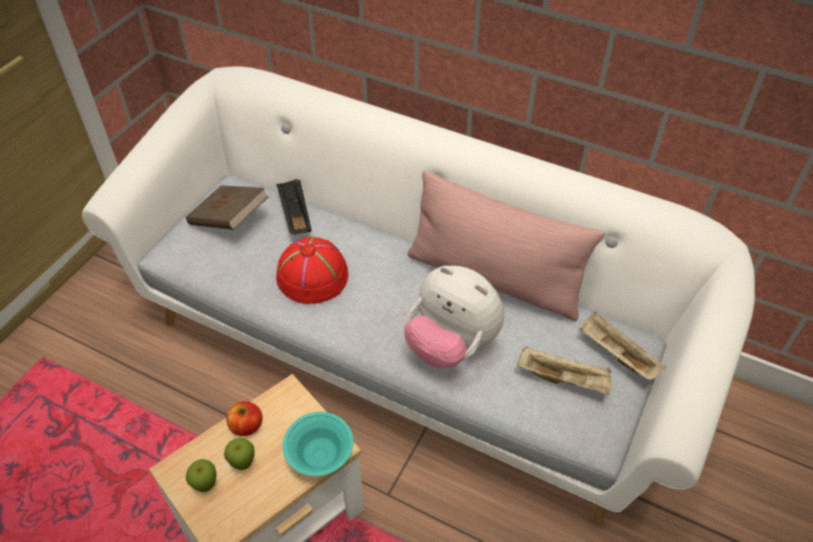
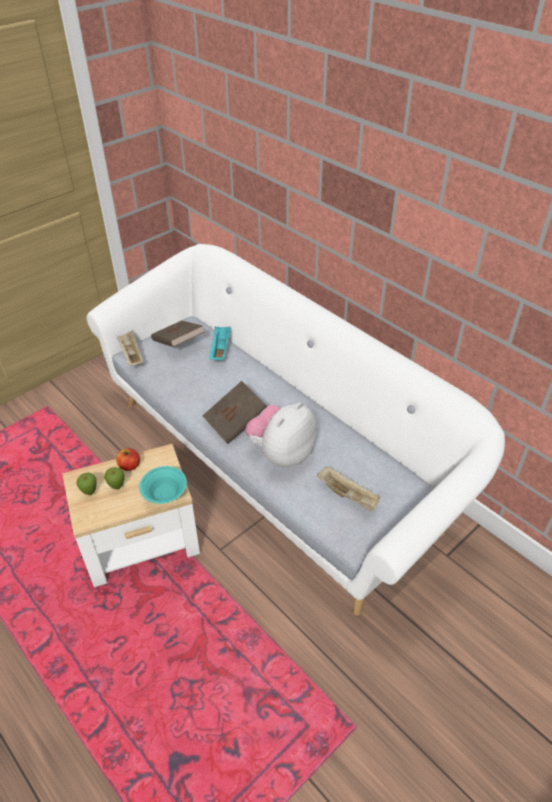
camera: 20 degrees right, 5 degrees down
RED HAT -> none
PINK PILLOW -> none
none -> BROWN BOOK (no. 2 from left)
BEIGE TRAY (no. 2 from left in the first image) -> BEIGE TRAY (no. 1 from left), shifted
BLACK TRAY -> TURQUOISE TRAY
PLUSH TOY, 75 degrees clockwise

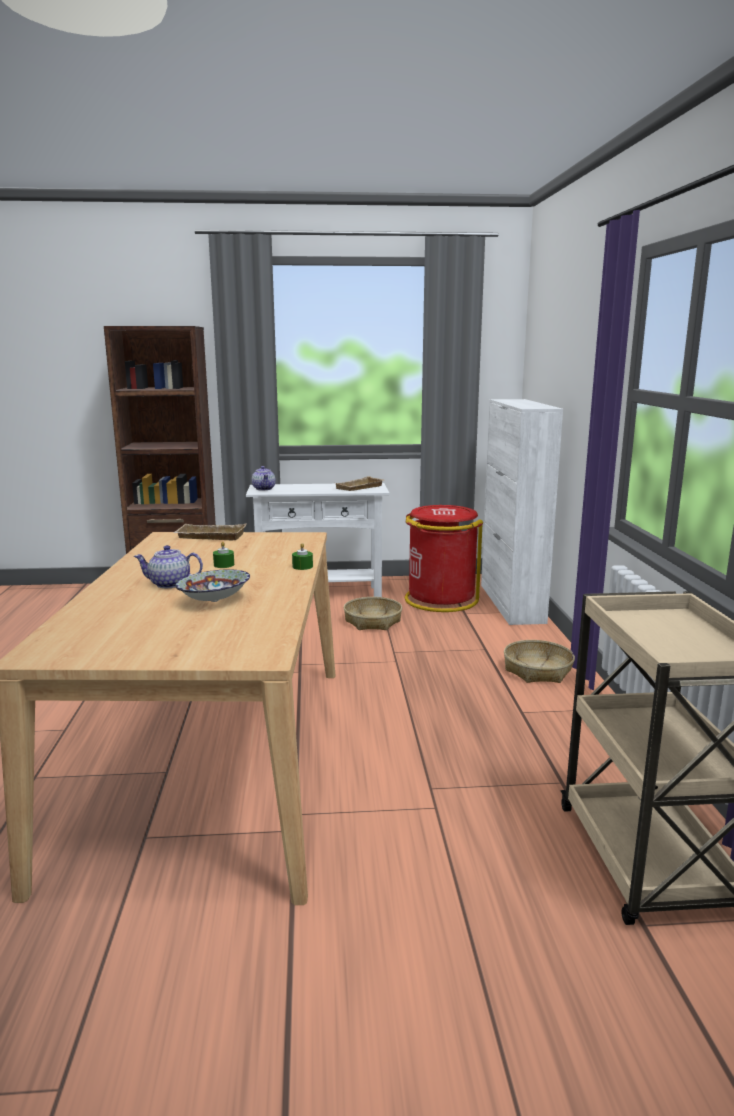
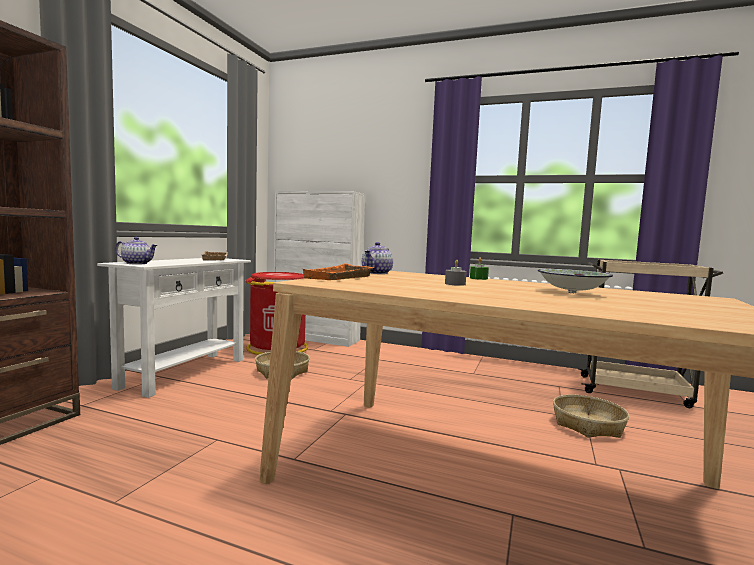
camera: 65 degrees left, 10 degrees down
TEAPOT (no. 1 from left in the first image) -> TEAPOT (no. 2 from left), shifted
BASKET (no. 2 from left), shifted
BEIGE TRAY (no. 1 from left) -> ORANGE TRAY
GREEN CANDLE (no. 1 from left) -> GREY CANDLE

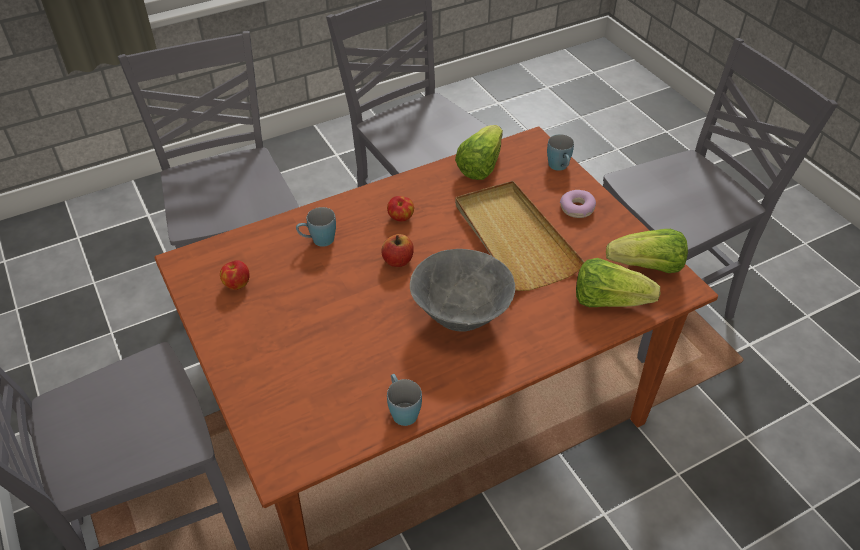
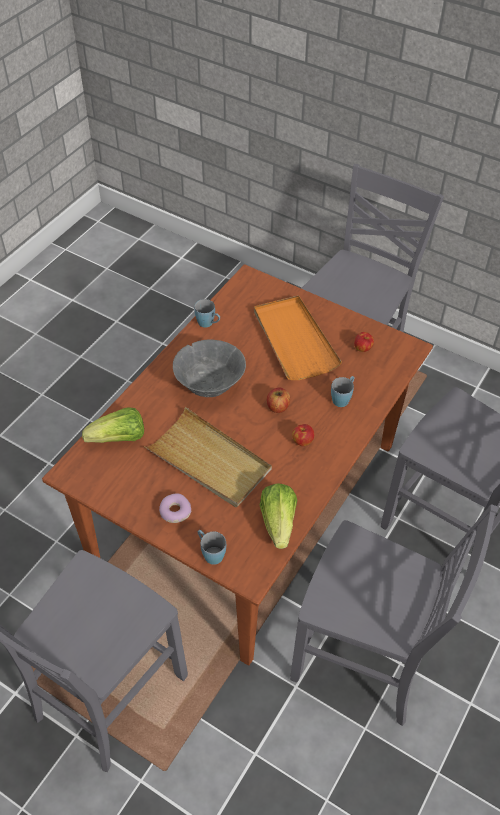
camera: 150 degrees right, 5 degrees up
LETTUCE (no. 3 from left) -> none
none -> ORANGE TRAY

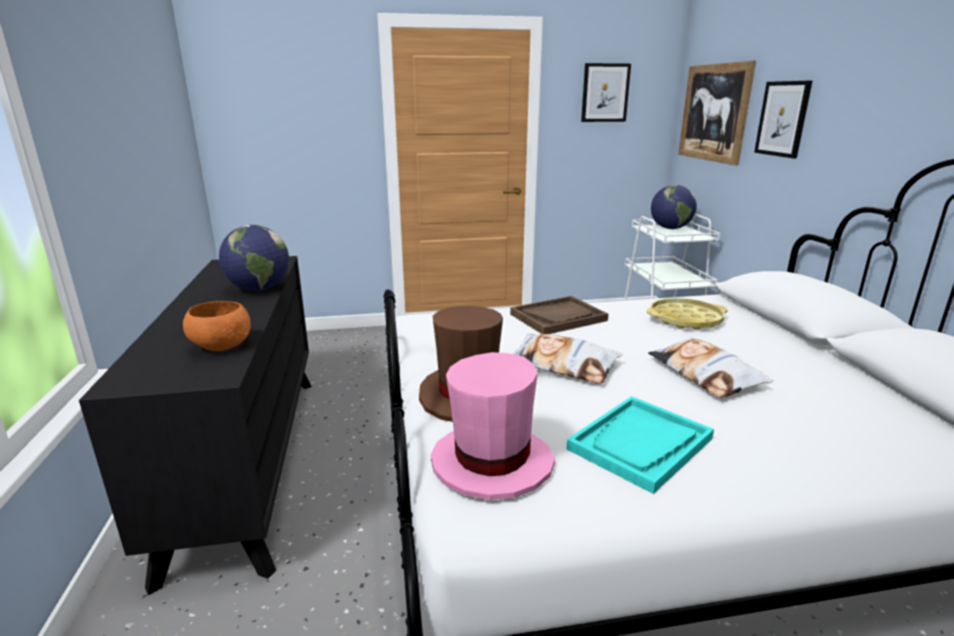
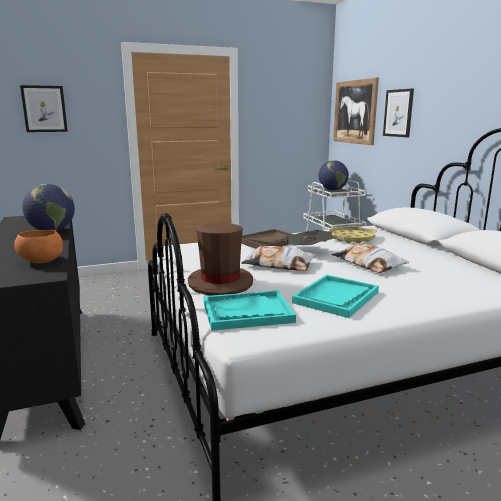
camera: 10 degrees left, 5 degrees down
none -> NEWSPAPER
PICTURE (no. 1 from left), shifted
PINK HAT -> TURQUOISE TRAY (no. 1 from left)

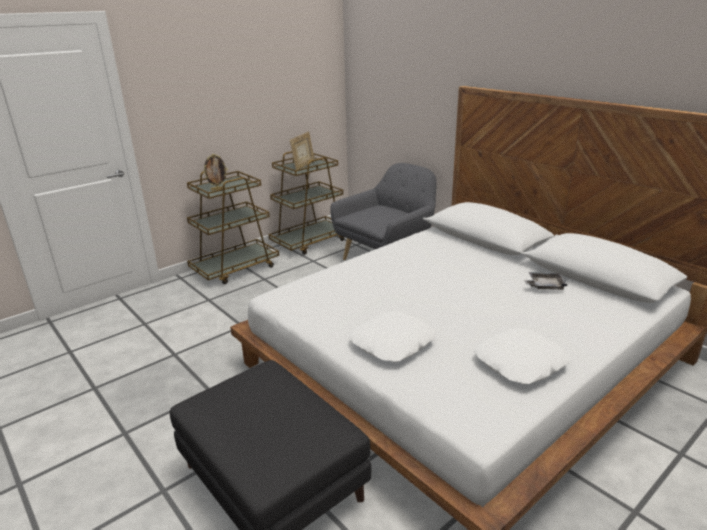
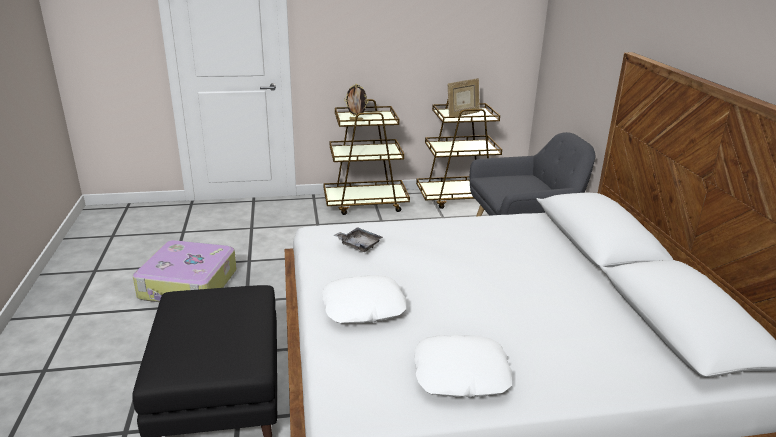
camera: 30 degrees right, 0 degrees up
none -> SUITCASE
GREY TRAY, shifted

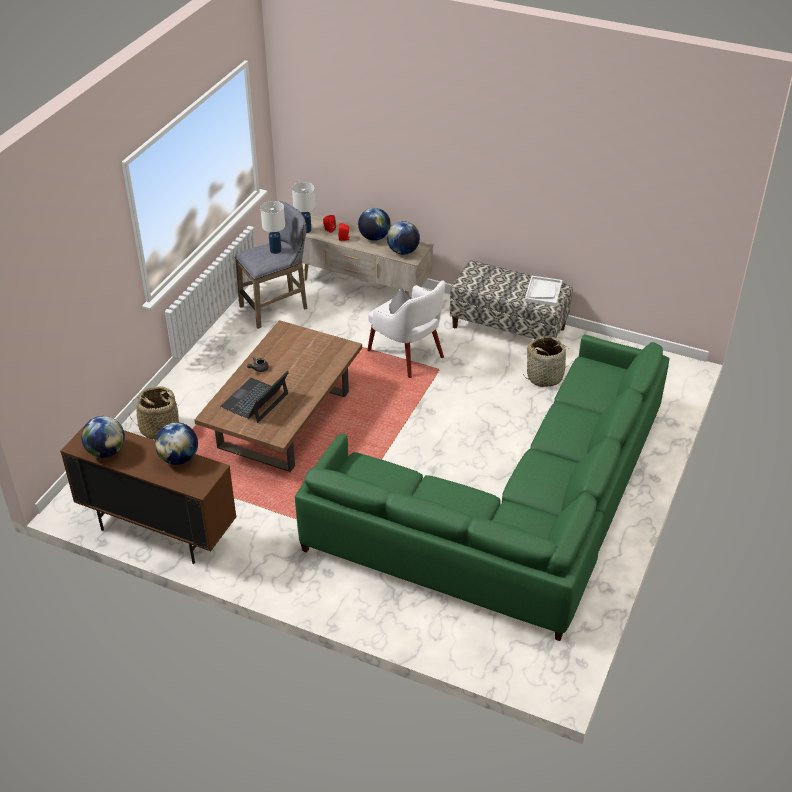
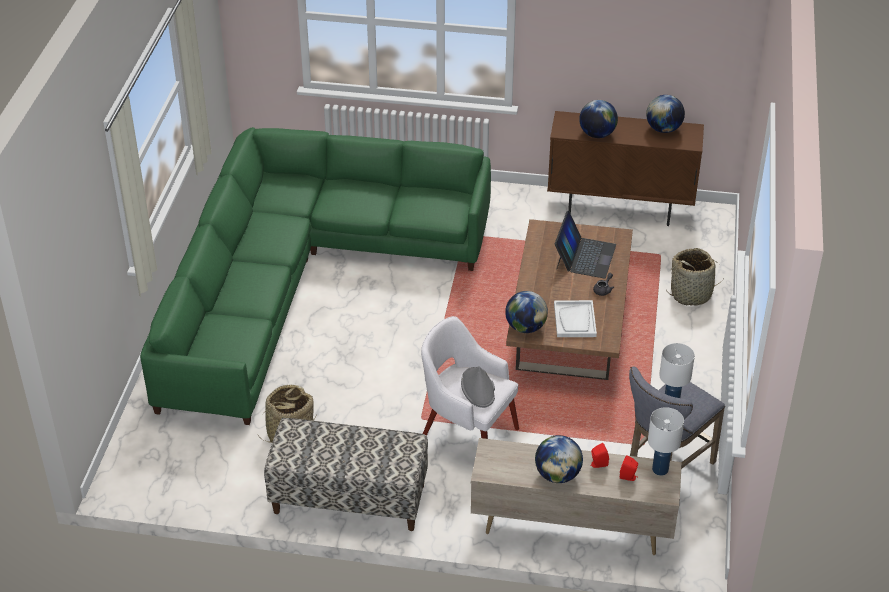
camera: 165 degrees right, 0 degrees up
GLOBE (no. 4 from left in the first image) -> GLOBE (no. 1 from left), shifted
WHITE TRAY, shifted

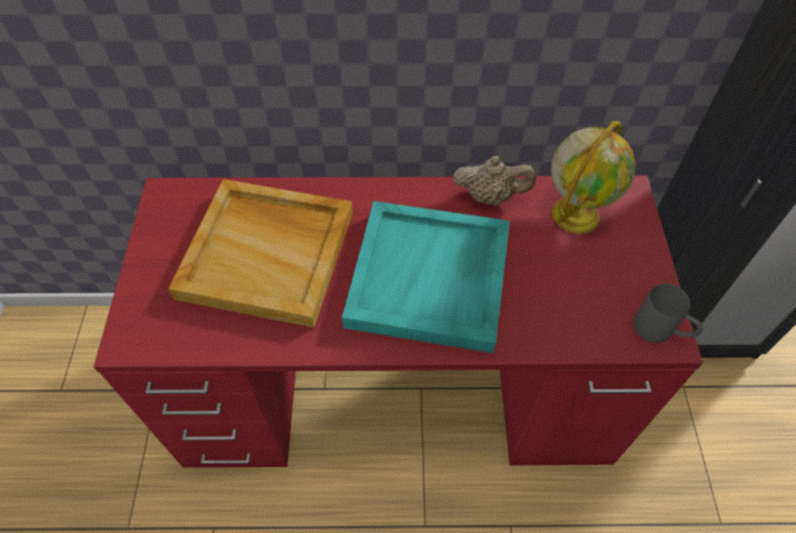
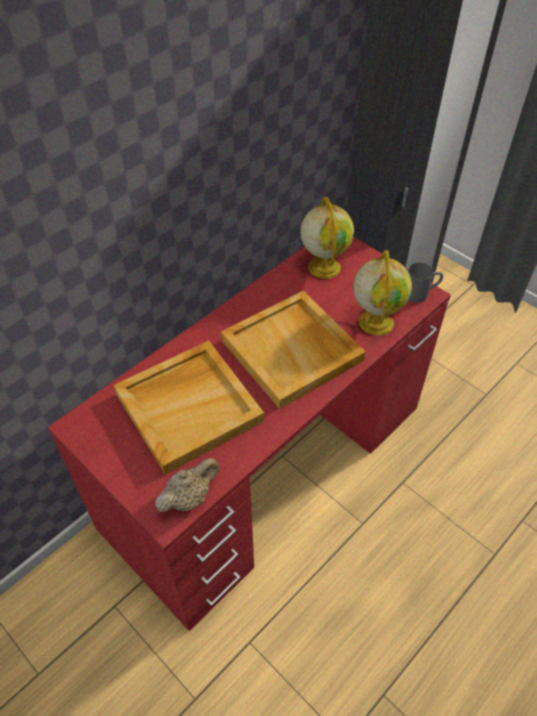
camera: 45 degrees left, 5 degrees down
none -> GLOBE (no. 2 from left)
BEIGE TEAPOT, shifted
TURQUOISE TRAY -> BEIGE TRAY (no. 2 from left)

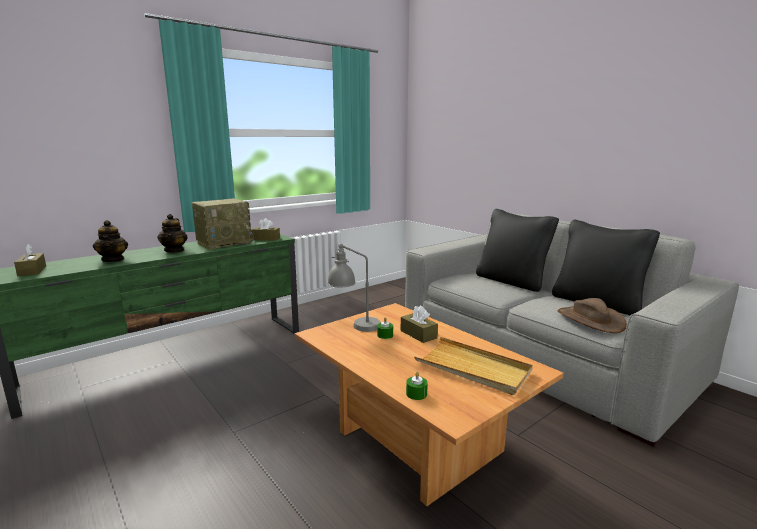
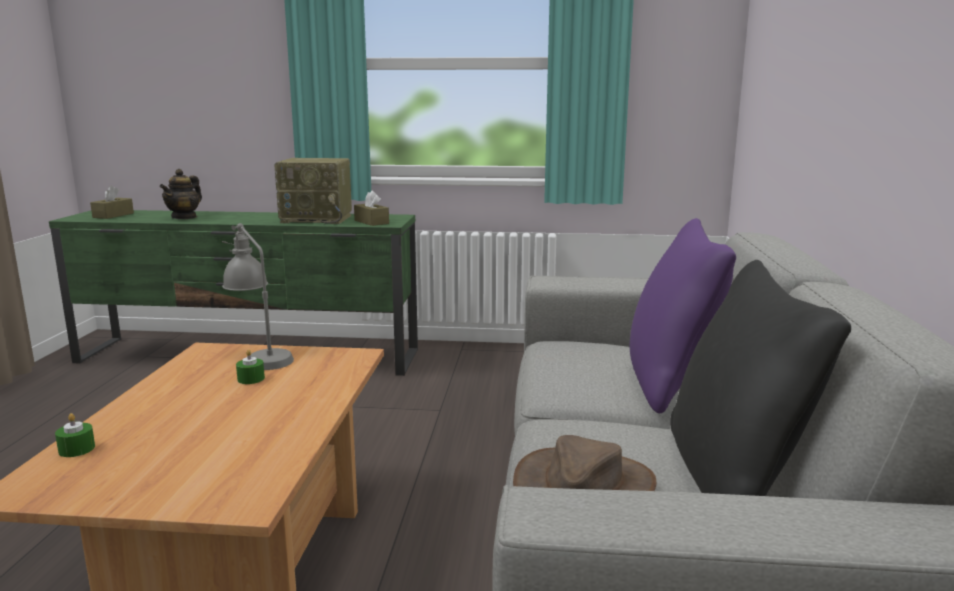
camera: 45 degrees right, 0 degrees up
TEAPOT (no. 2 from left) -> none
BROWN TISSUE BOX (no. 3 from left) -> none
BEIGE TRAY -> none
BLACK PILLOW (no. 1 from left) -> PURPLE PILLOW

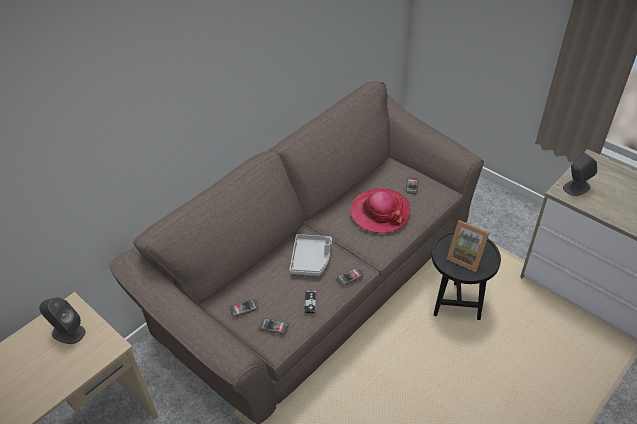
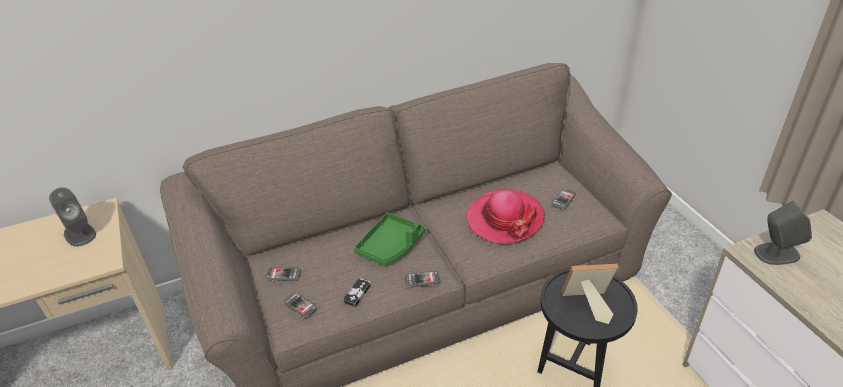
camera: 25 degrees right, 5 degrees down
GREY TRAY -> GREEN TRAY
PICTURE FRAME, 120 degrees clockwise

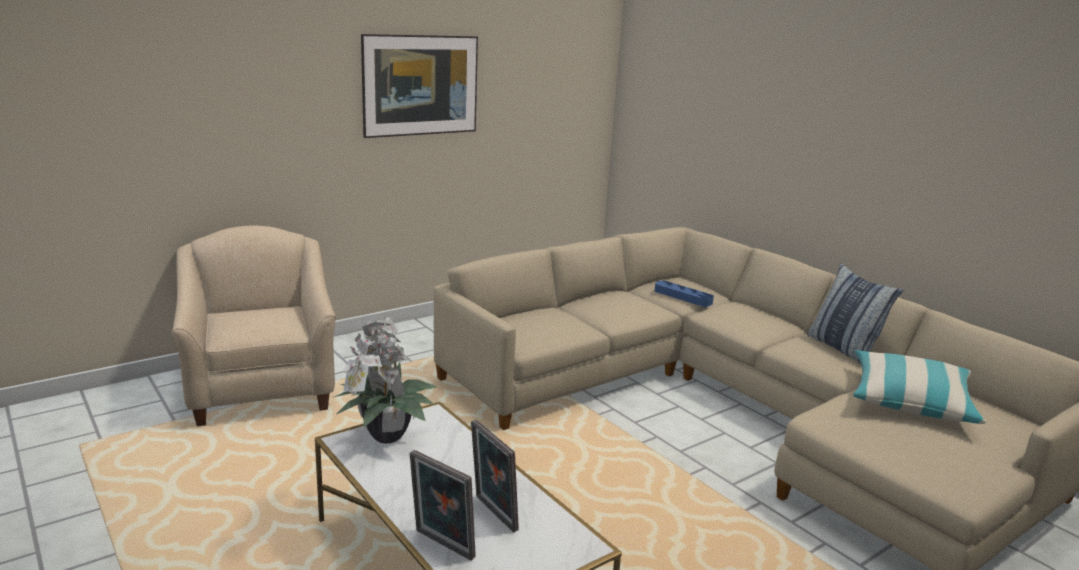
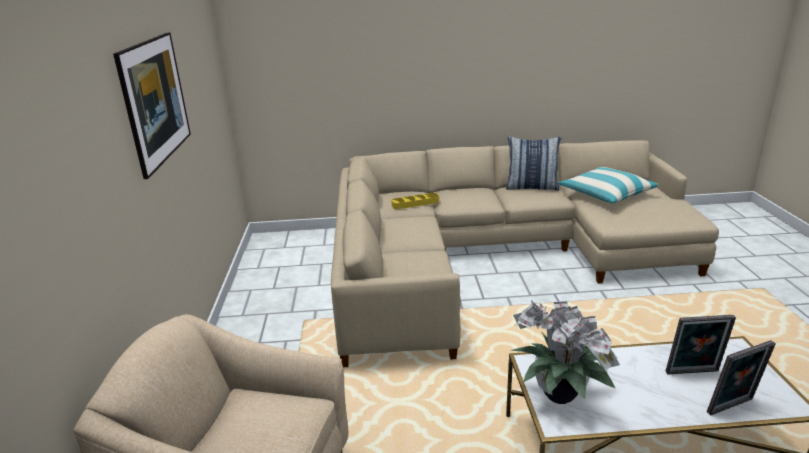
camera: 55 degrees left, 5 degrees up
BLUE TRAY -> YELLOW TRAY

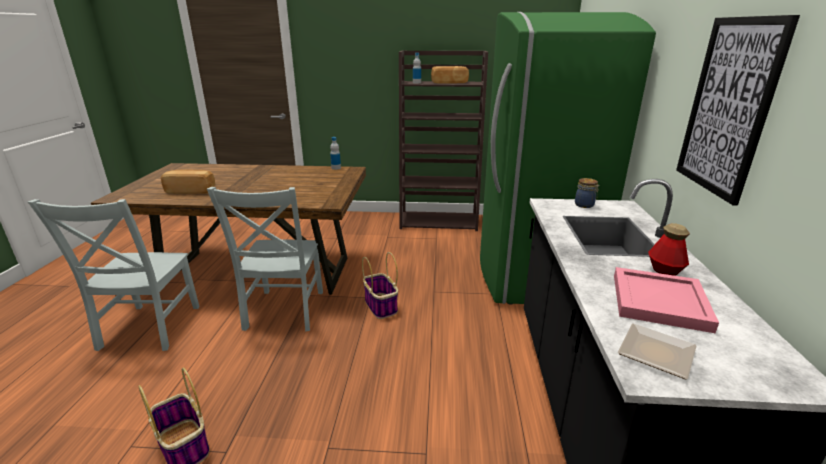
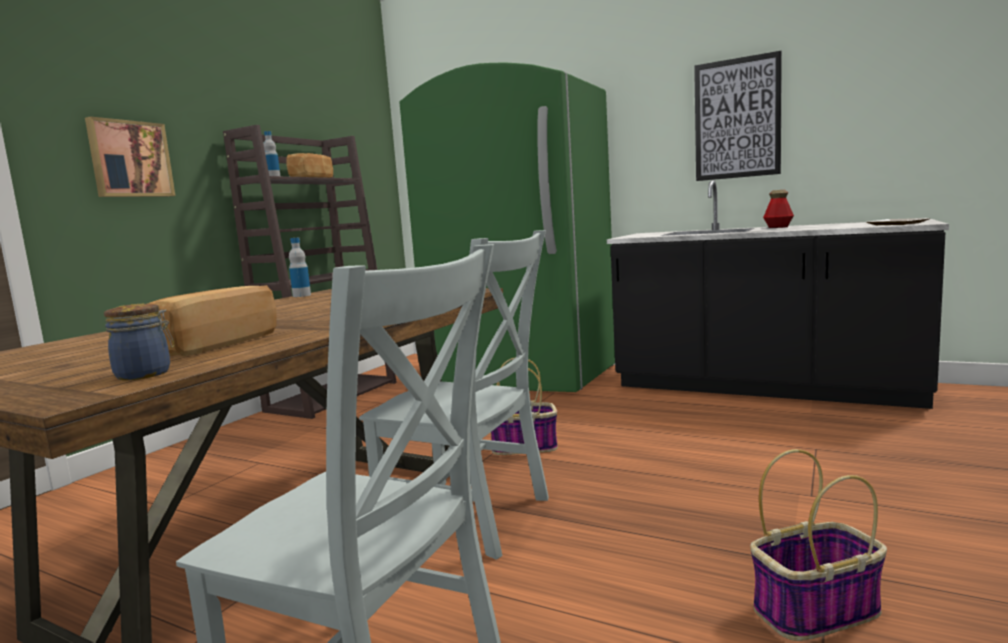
camera: 65 degrees left, 15 degrees down
PINK TRAY -> none
none -> PICTURE (no. 1 from left)
JAR, shifted

